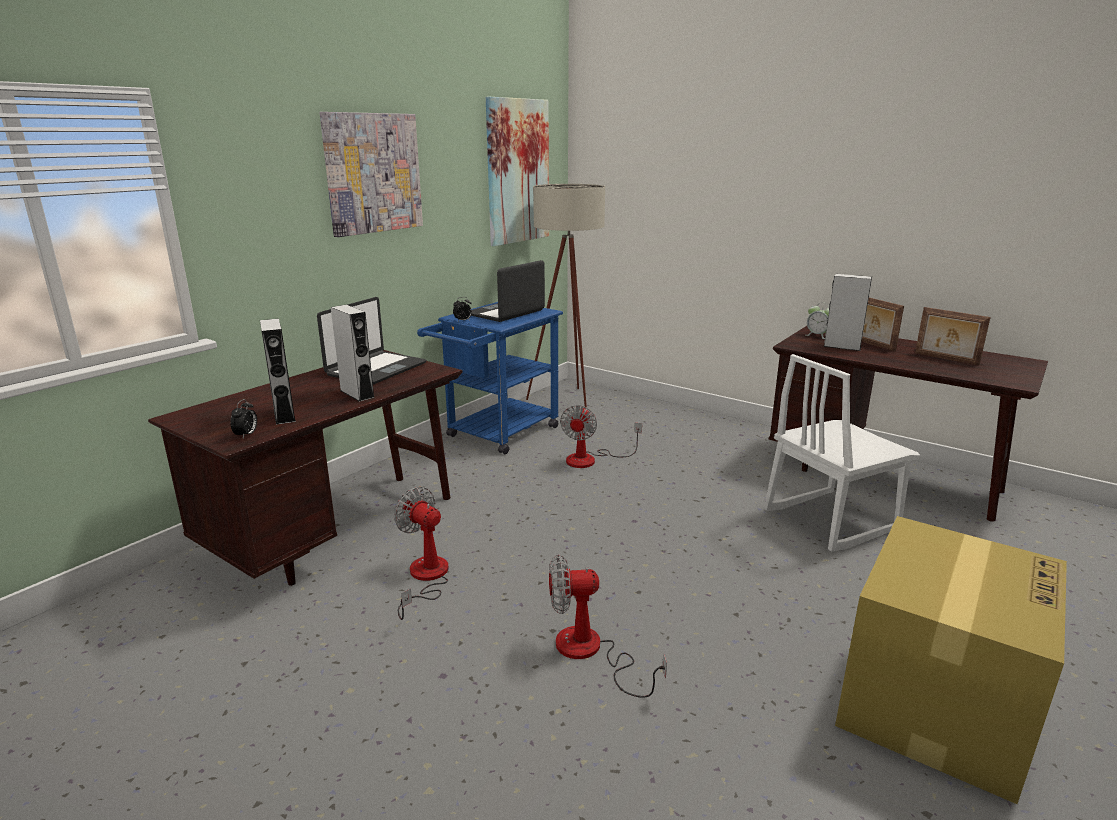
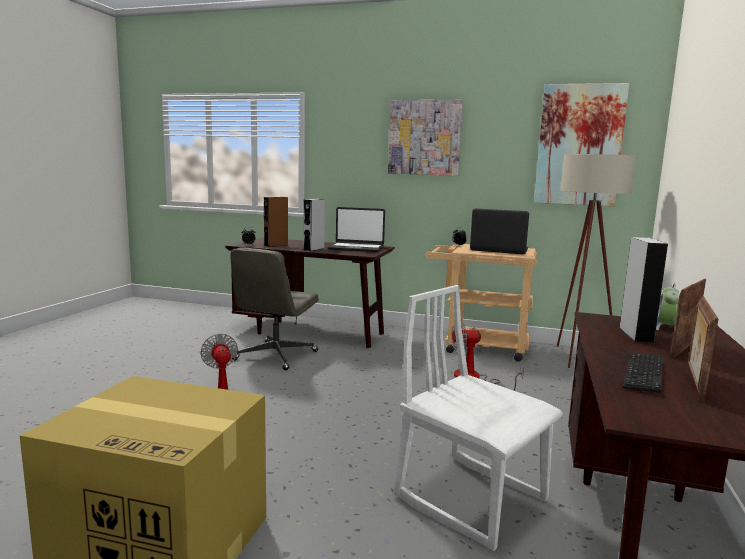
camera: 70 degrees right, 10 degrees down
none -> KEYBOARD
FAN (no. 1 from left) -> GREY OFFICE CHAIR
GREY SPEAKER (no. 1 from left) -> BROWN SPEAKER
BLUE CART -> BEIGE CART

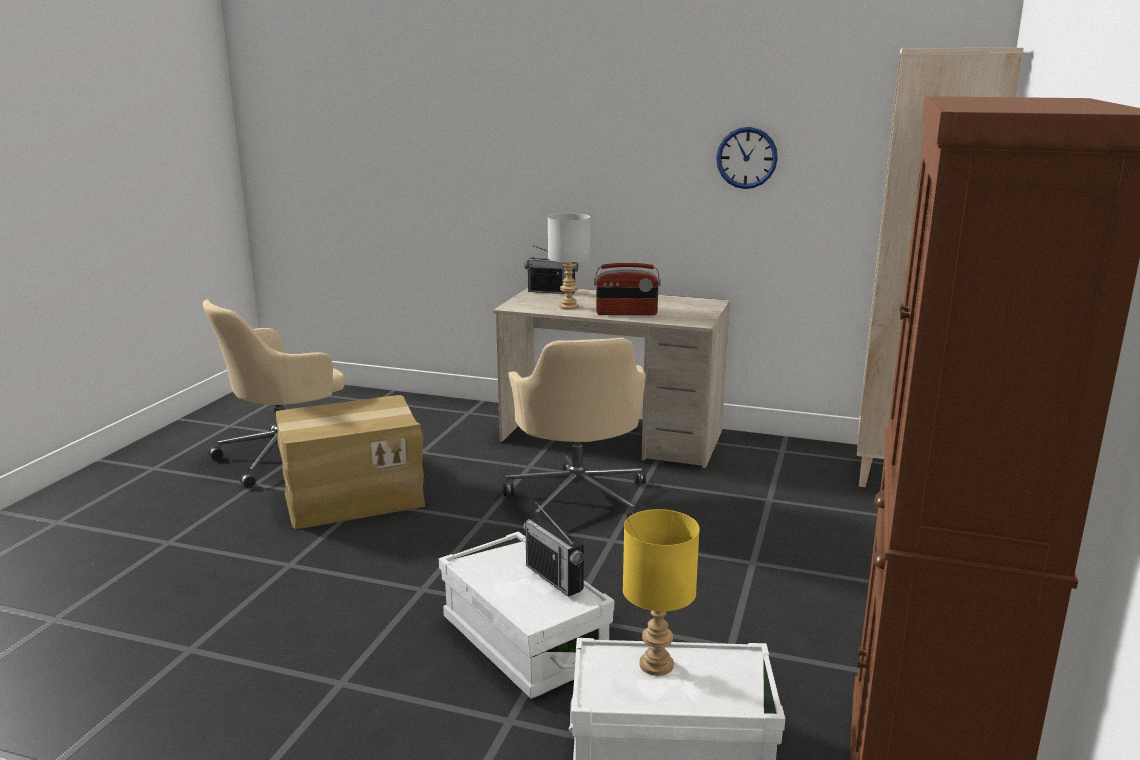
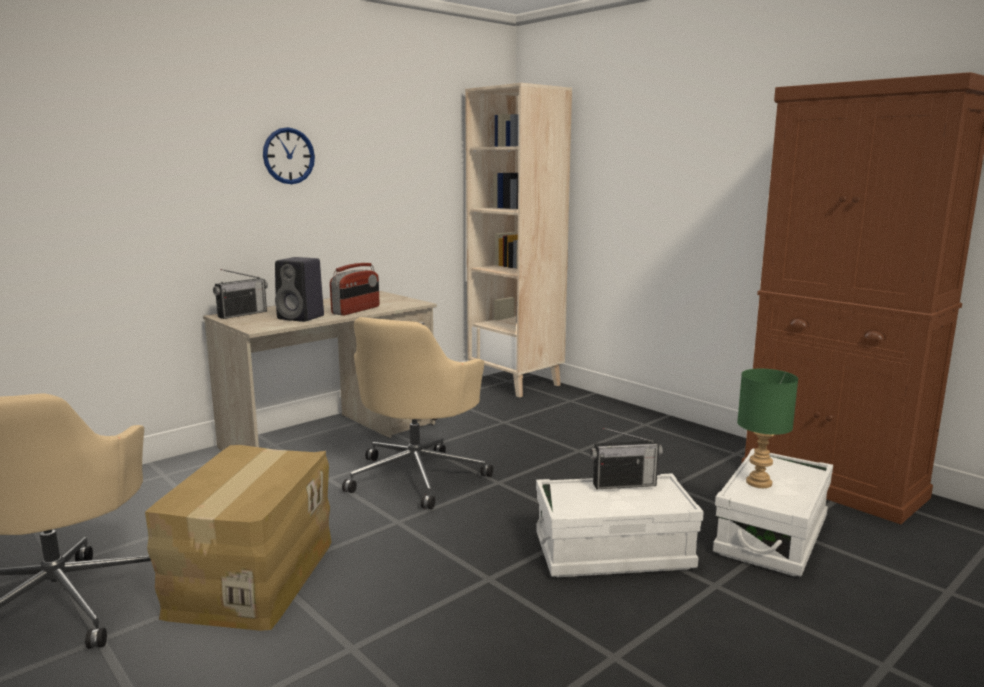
camera: 60 degrees left, 5 degrees down
WALL CLOCK, shifted
GREY TABLE LAMP -> BLACK SPEAKER
YELLOW TABLE LAMP -> GREEN TABLE LAMP
BEIGE OFFICE CHAIR (no. 2 from left), 90 degrees clockwise

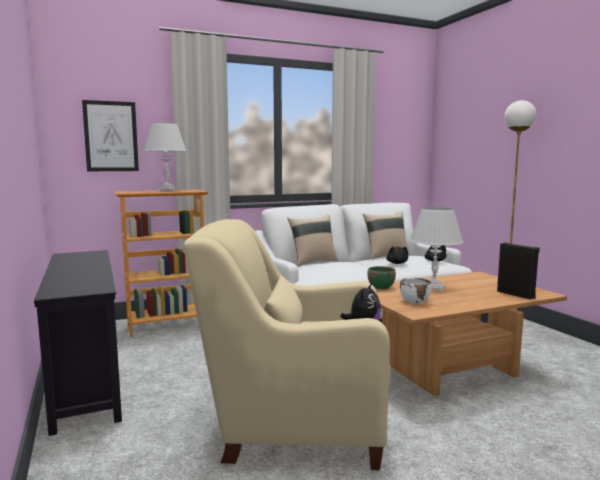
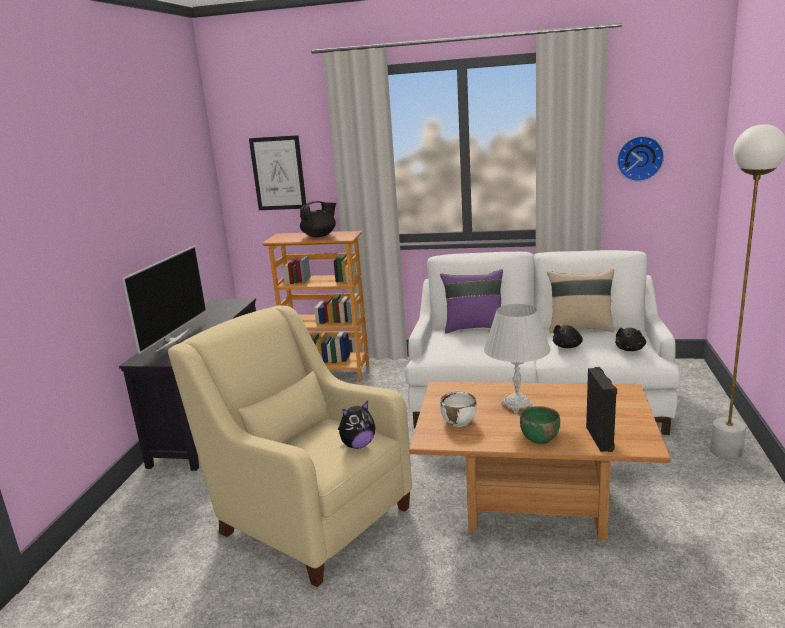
camera: 35 degrees right, 10 degrees up
none -> TELEVISION
none -> WALL CLOCK
GREEN BOWL, shifted
WHITE TABLE LAMP (no. 1 from left) -> BLACK TEAPOT
BEIGE PILLOW (no. 1 from left) -> PURPLE PILLOW

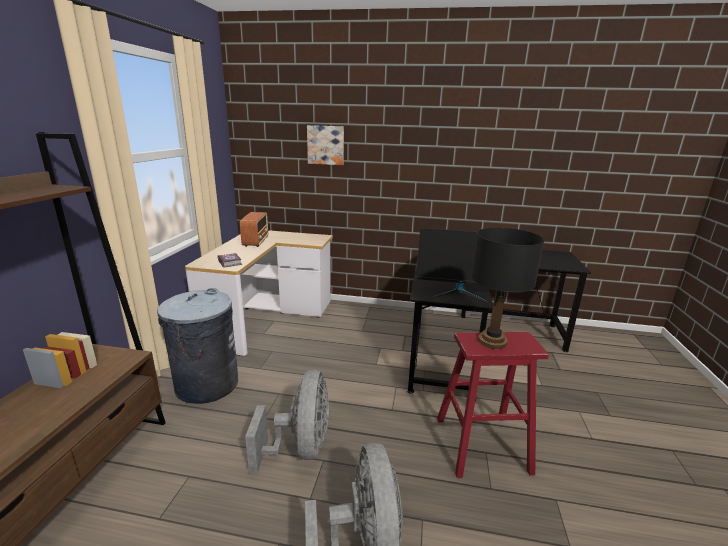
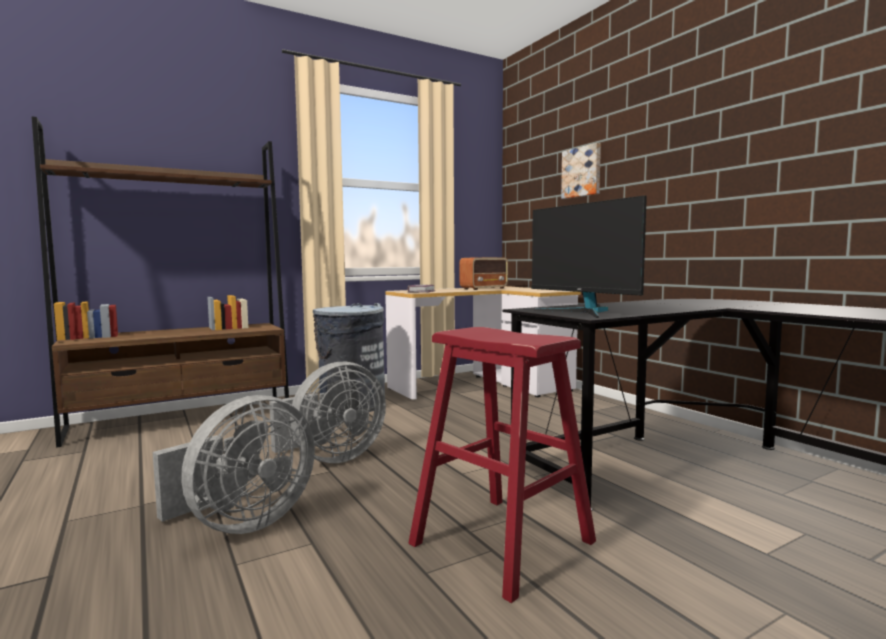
camera: 50 degrees right, 15 degrees down
BLACK TABLE LAMP -> none

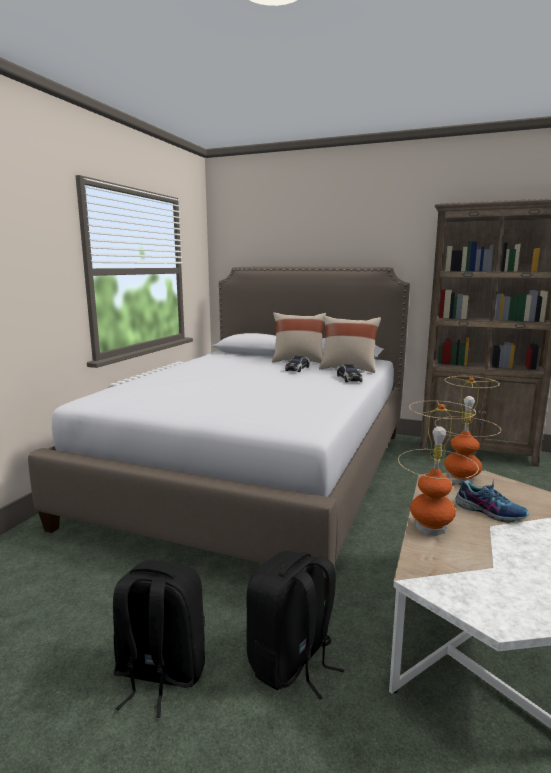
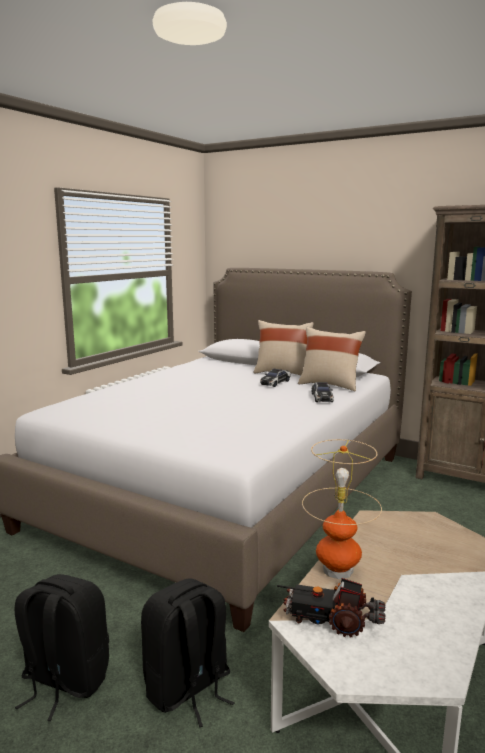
camera: 10 degrees right, 0 degrees up
TABLE LAMP (no. 2 from left) -> none
SHOE -> none
none -> TOY TRUCK

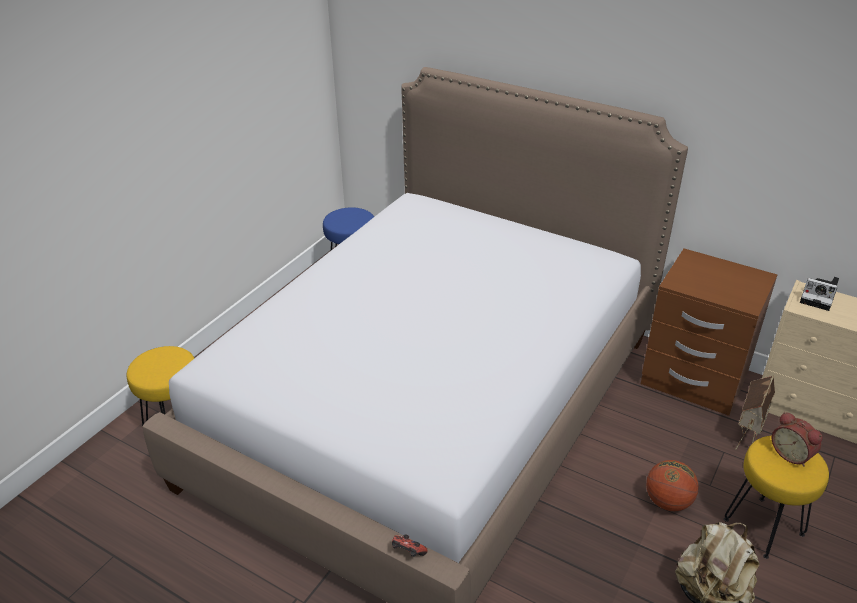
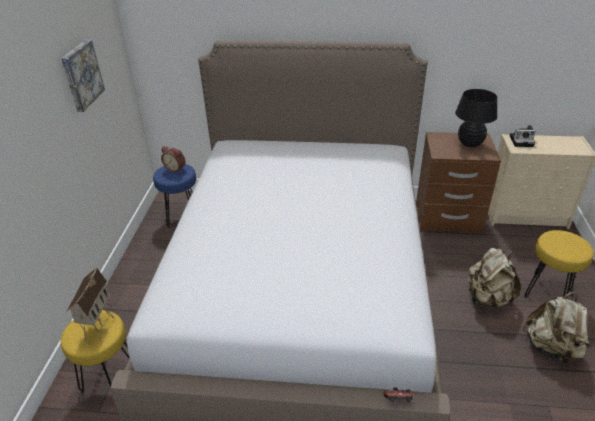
camera: 25 degrees left, 0 degrees up
none -> PICTURE
none -> BLACK TABLE LAMP
TOY HOUSE, shifted
ALARM CLOCK, shifted
BASKETBALL -> BEIGE BACKPACK (no. 1 from left)

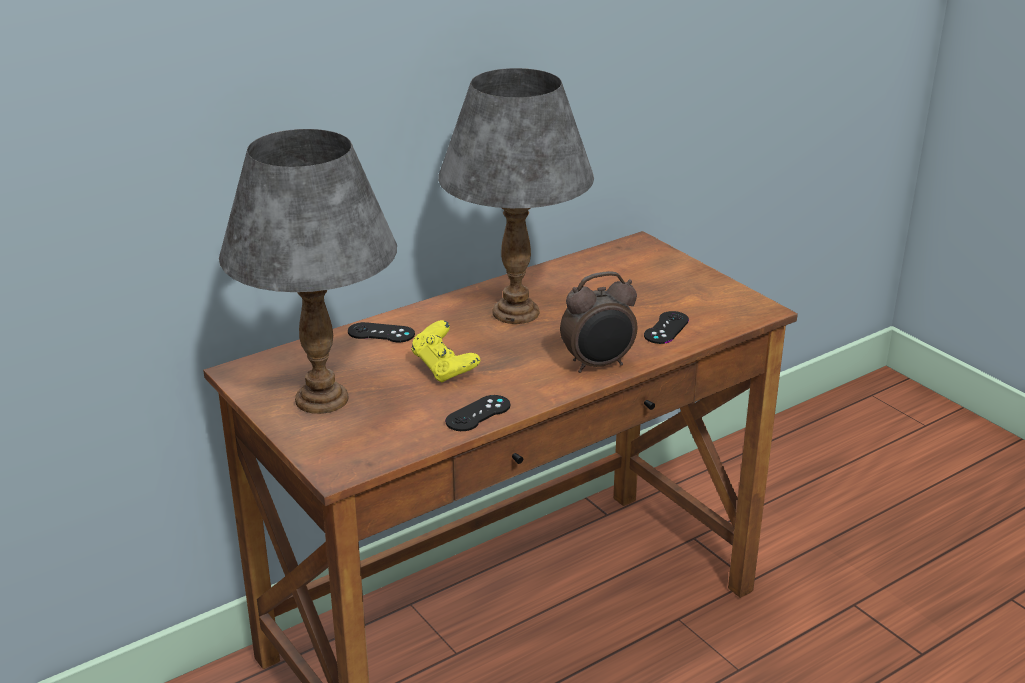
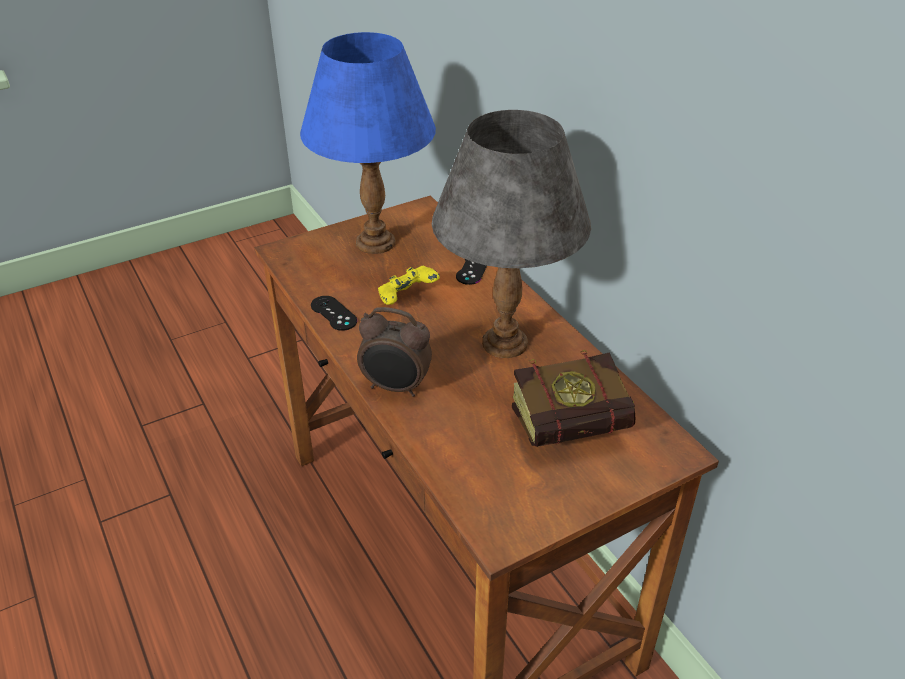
camera: 95 degrees right, 10 degrees up
BLACK GAME CONTROLLER (no. 3 from left) -> none
none -> BOOK
GREY TABLE LAMP (no. 1 from left) -> BLUE TABLE LAMP
ALARM CLOCK, 60 degrees counterclockwise

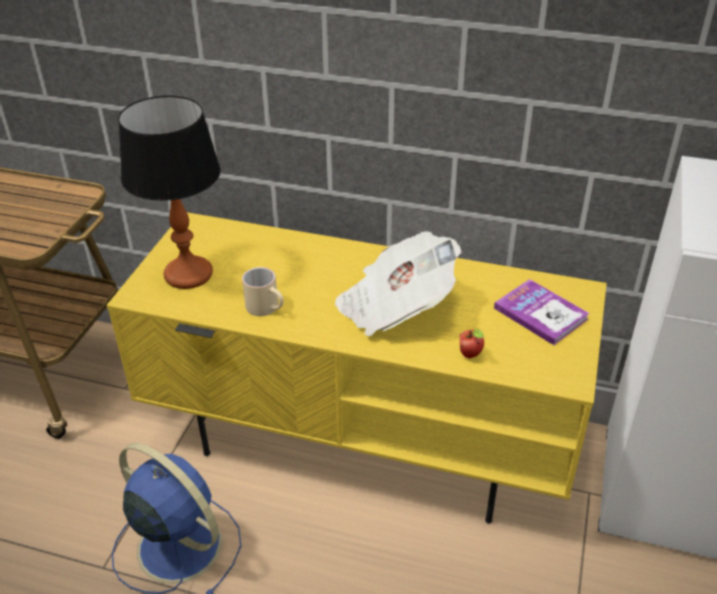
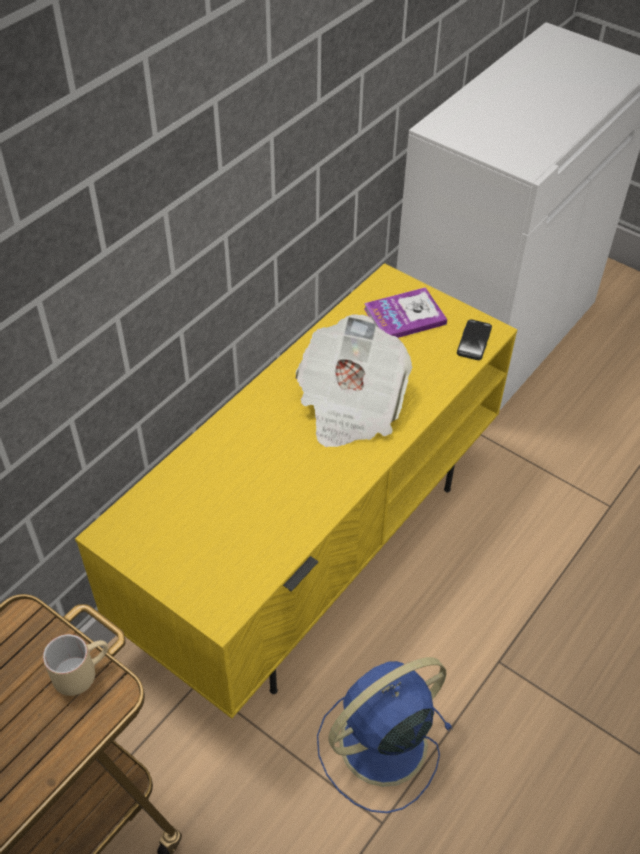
camera: 70 degrees left, 10 degrees up
TABLE LAMP -> none
APPLE -> none
none -> PHONE
BEIGE MUG, shifted

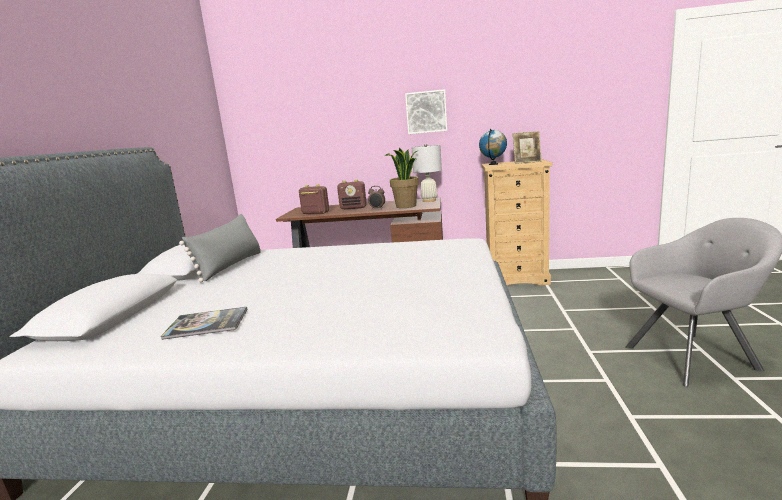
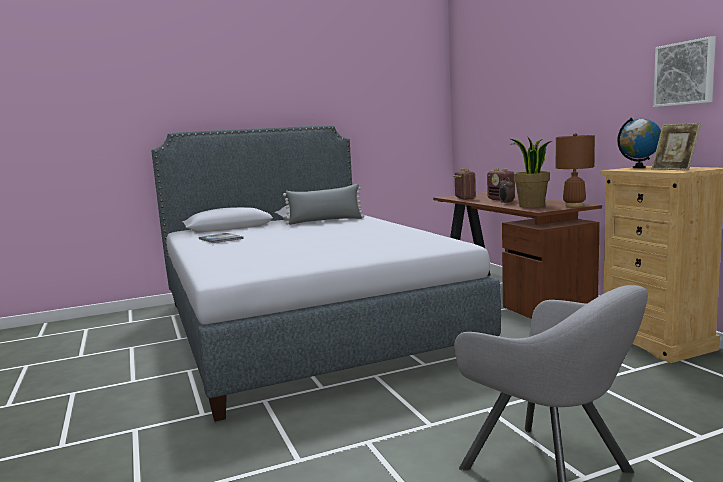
camera: 60 degrees right, 5 degrees down
PICTURE, shifted
WHITE TABLE LAMP -> BROWN TABLE LAMP

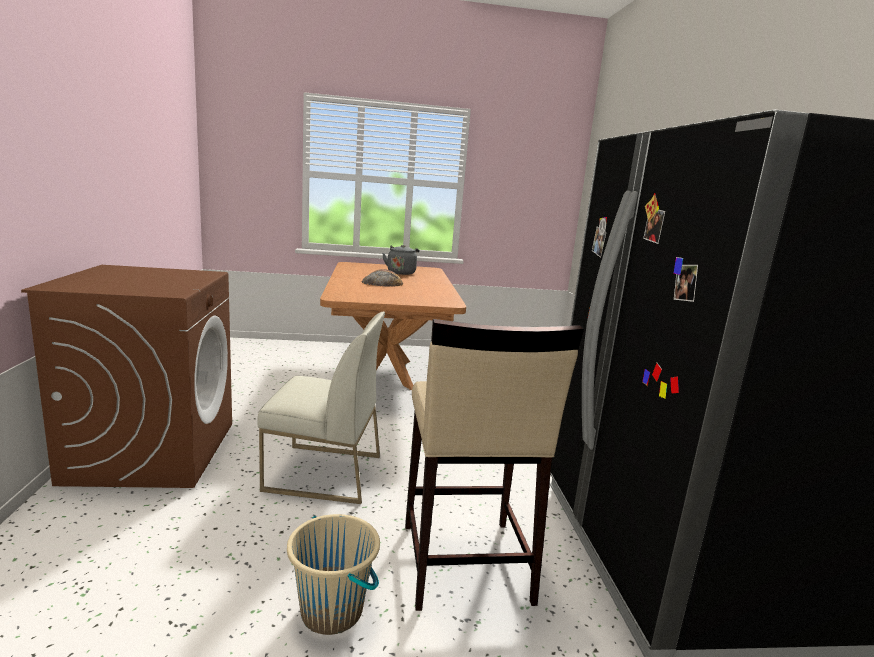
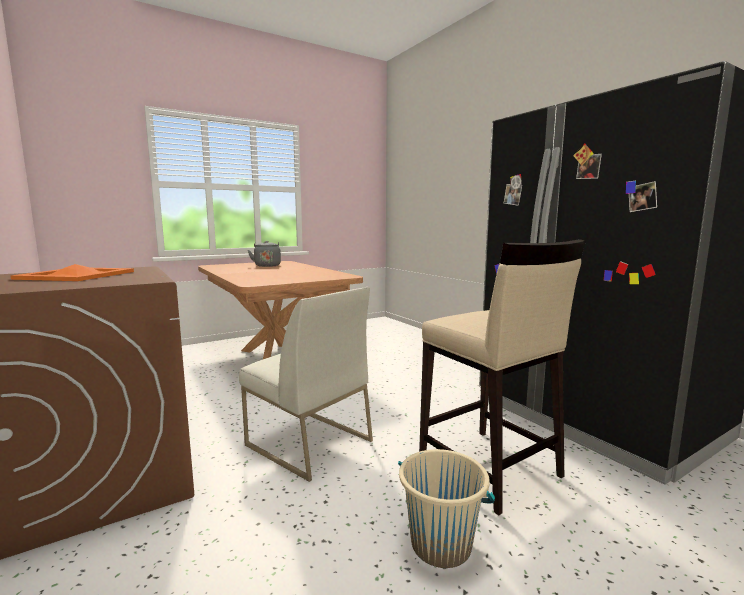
camera: 25 degrees left, 5 degrees down
BREAD -> none
none -> ORANGE TRAY
WHITE CHAIR, 60 degrees clockwise

